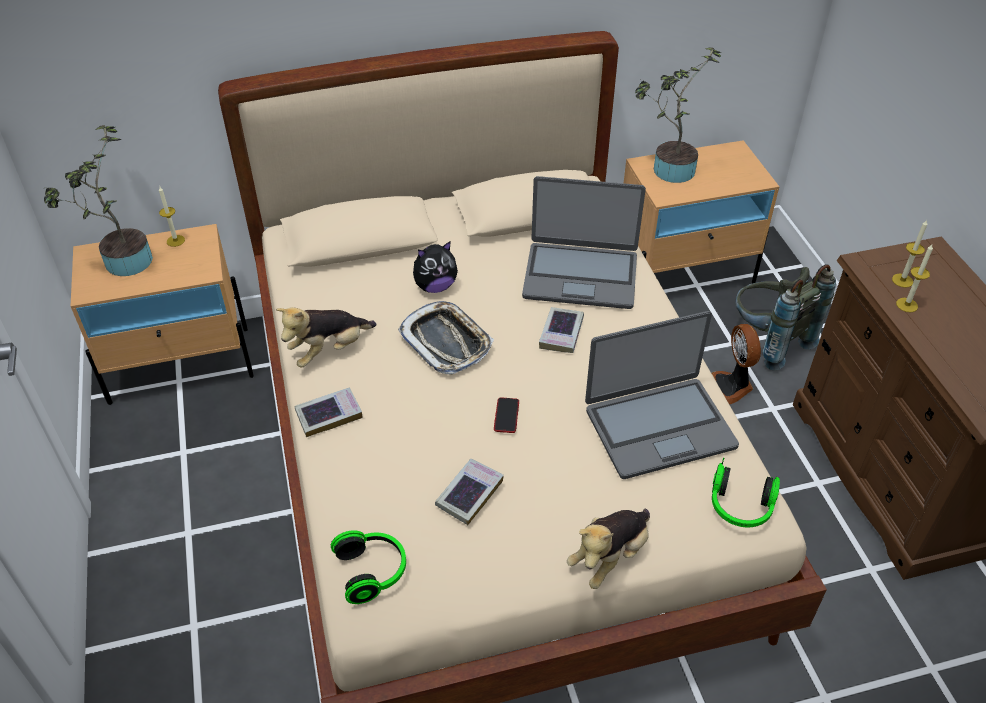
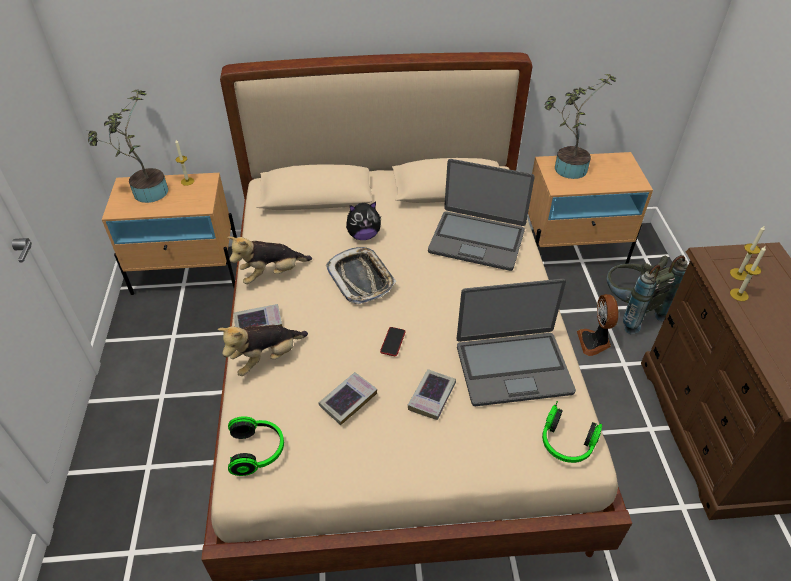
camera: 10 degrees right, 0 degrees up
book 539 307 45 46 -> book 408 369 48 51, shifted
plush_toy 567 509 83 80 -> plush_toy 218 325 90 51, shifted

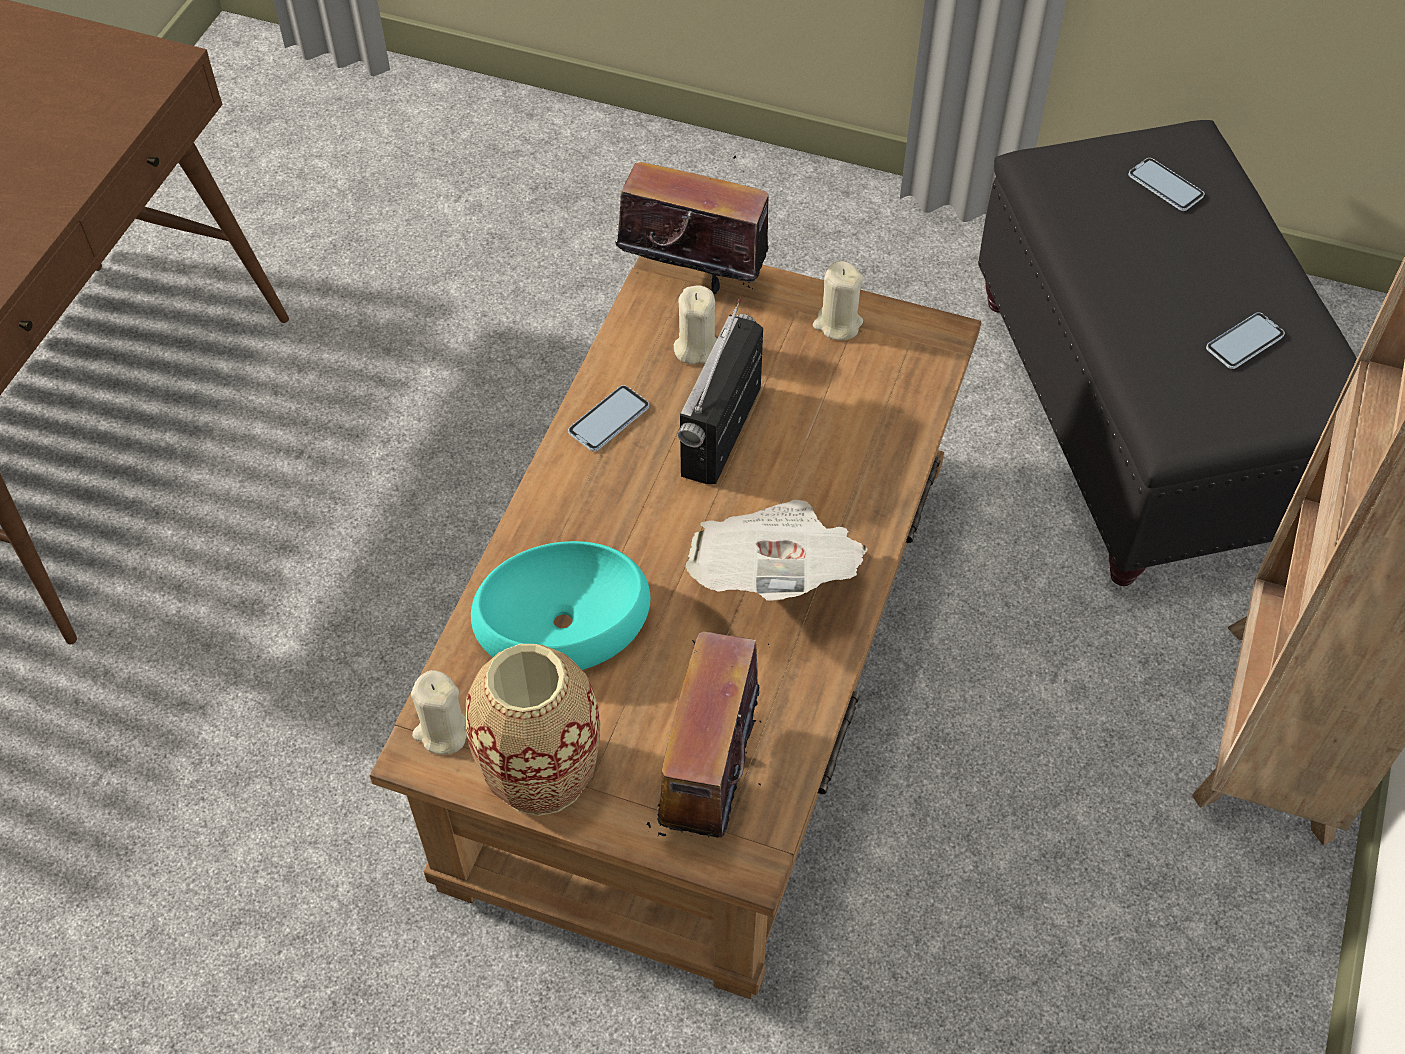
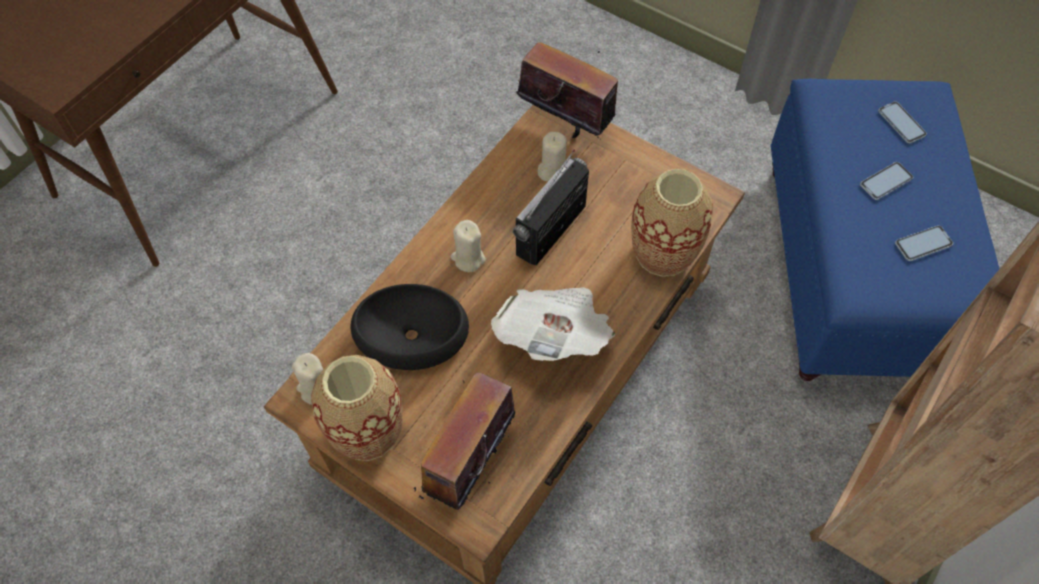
camera: 15 degrees right, 5 degrees up
turquoise_bowl 471 541 179 129 -> black_bowl 350 284 119 86
phone 568 385 81 67 -> phone 860 162 53 38, shifted
beige_candle 813 261 51 79 -> beige_candle 451 220 35 52, shifted
black_ottoman 978 120 379 466 -> blue_ottoman 770 79 229 302
none -> vase 631 169 82 108

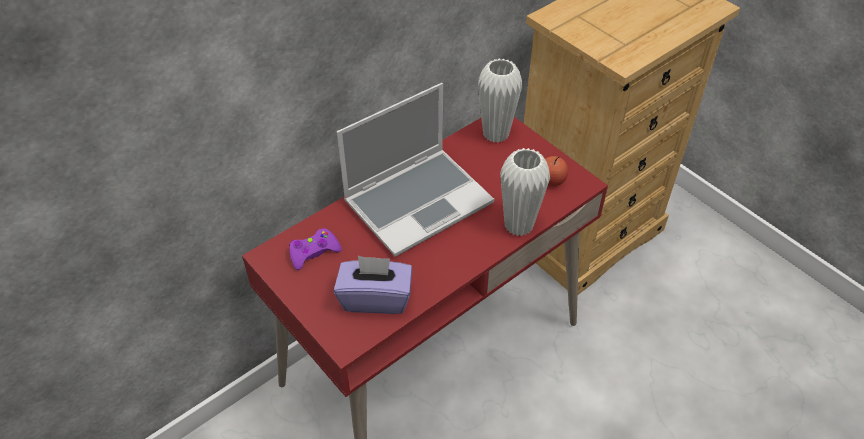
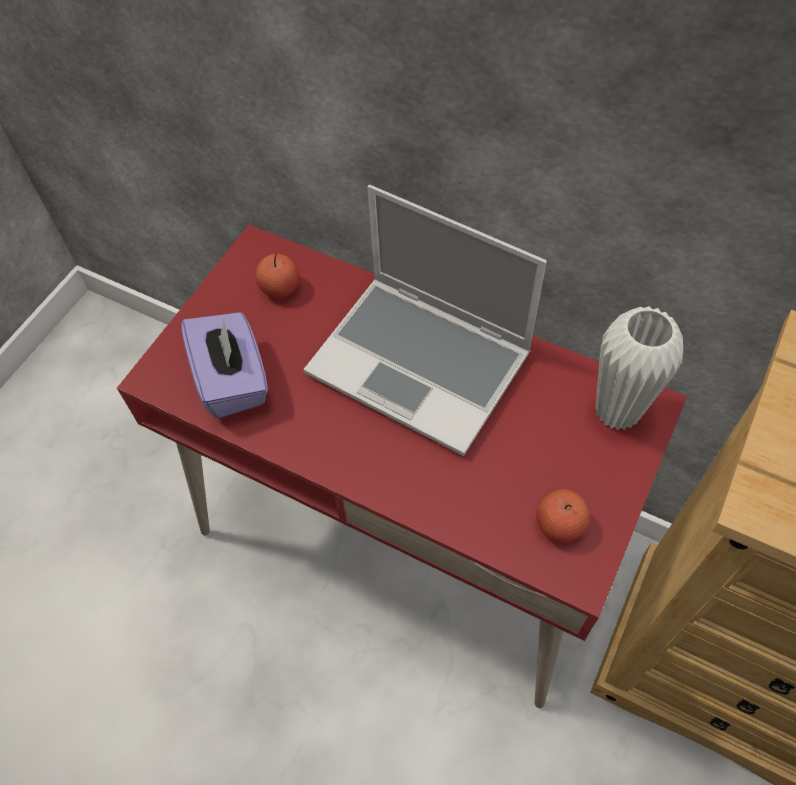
camera: 70 degrees right, 10 degrees up
purple_game_controller 289 228 53 42 -> apple 255 253 45 45
white_vase 500 148 50 88 -> none

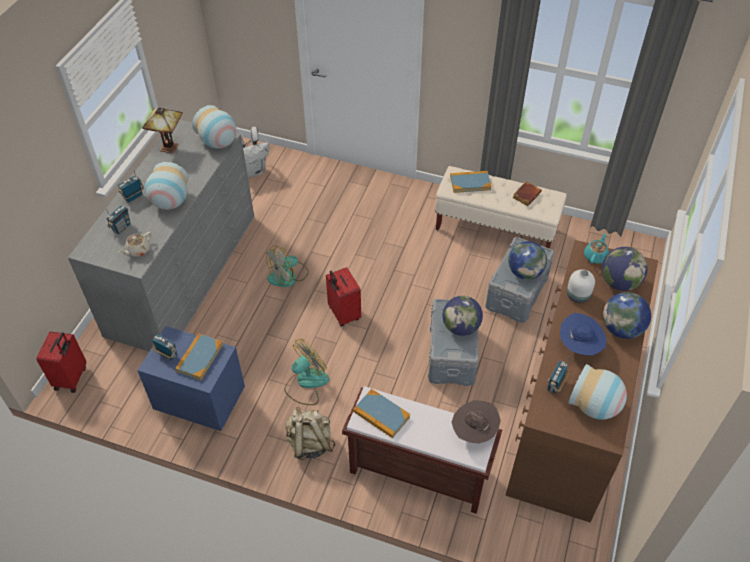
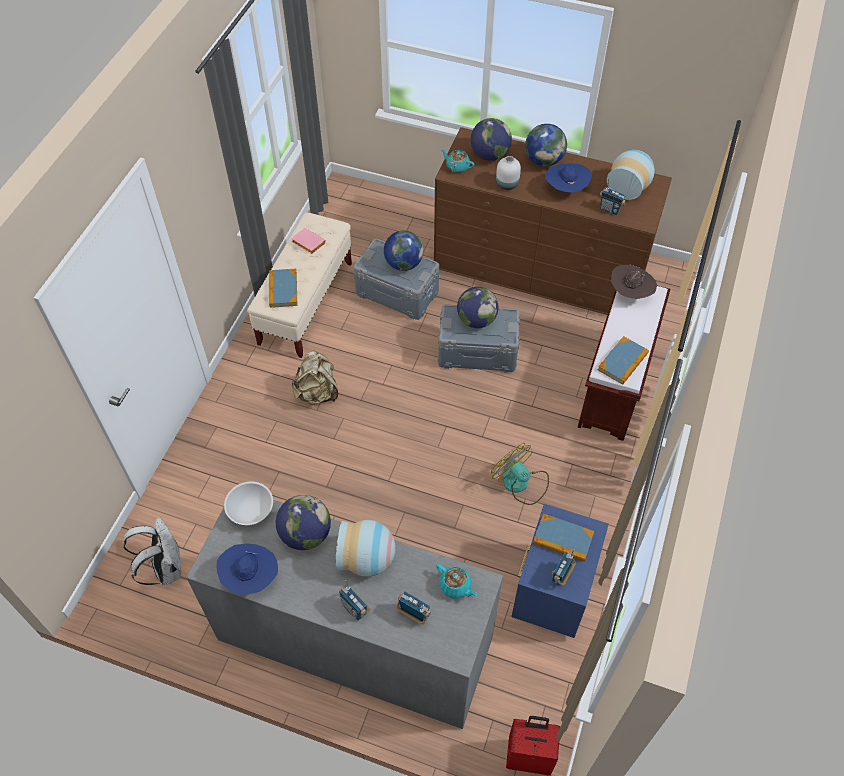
camera: 90 degrees left, 5 degrees up
beige_teapot 118 232 33 25 -> turquoise_teapot 436 564 41 35
table_lamp 142 107 41 46 -> blue_hat 216 543 62 52
vase 192 105 45 44 -> white_bowl 224 482 49 44
fan 266 246 43 41 -> none
beige_backpack 285 407 50 53 -> beige_backpack 292 350 46 55, shifted
red_suitcase 326 267 35 60 -> none
brown_book 512 181 30 25 -> pink_book 291 228 35 26
none -> globe 276 495 55 55

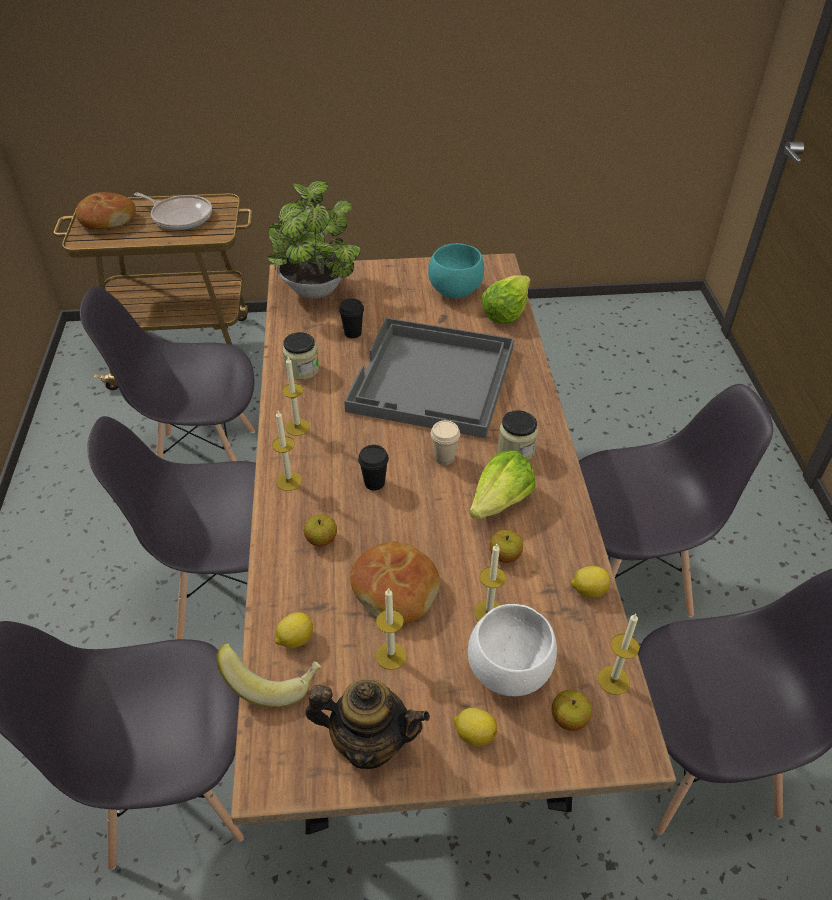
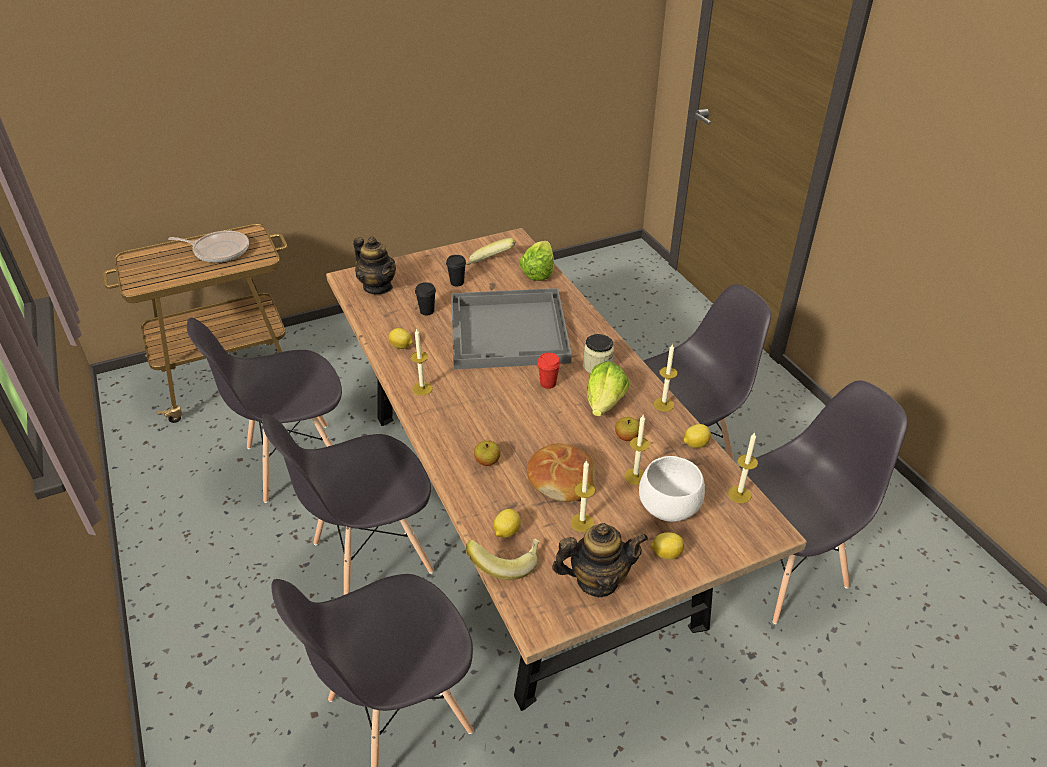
camera: 20 degrees left, 5 degrees down
bread 76 192 60 37 -> none
potted_plant 267 180 94 119 -> teapot 353 237 43 57
candle 272 411 30 80 -> candle 654 344 24 68, shifted
jar 282 332 37 48 -> lemon 388 328 25 21
black_cup 358 445 31 45 -> black_cup 446 255 20 31, shifted
turquoise_bowl 428 243 56 56 -> banana 466 238 50 27
beige_cup 431 420 29 45 -> red_cup 537 353 24 36
apple 552 690 40 41 -> none

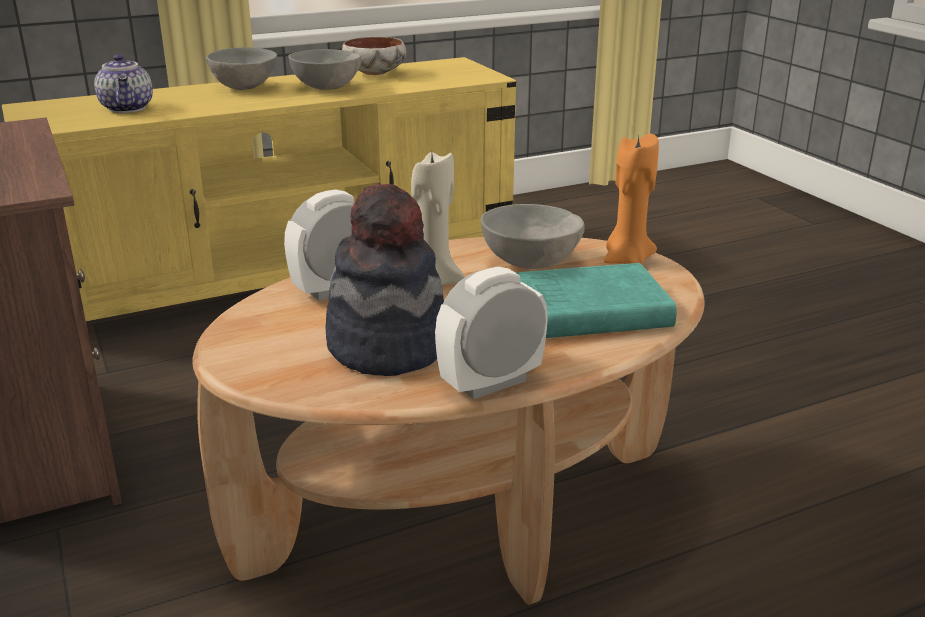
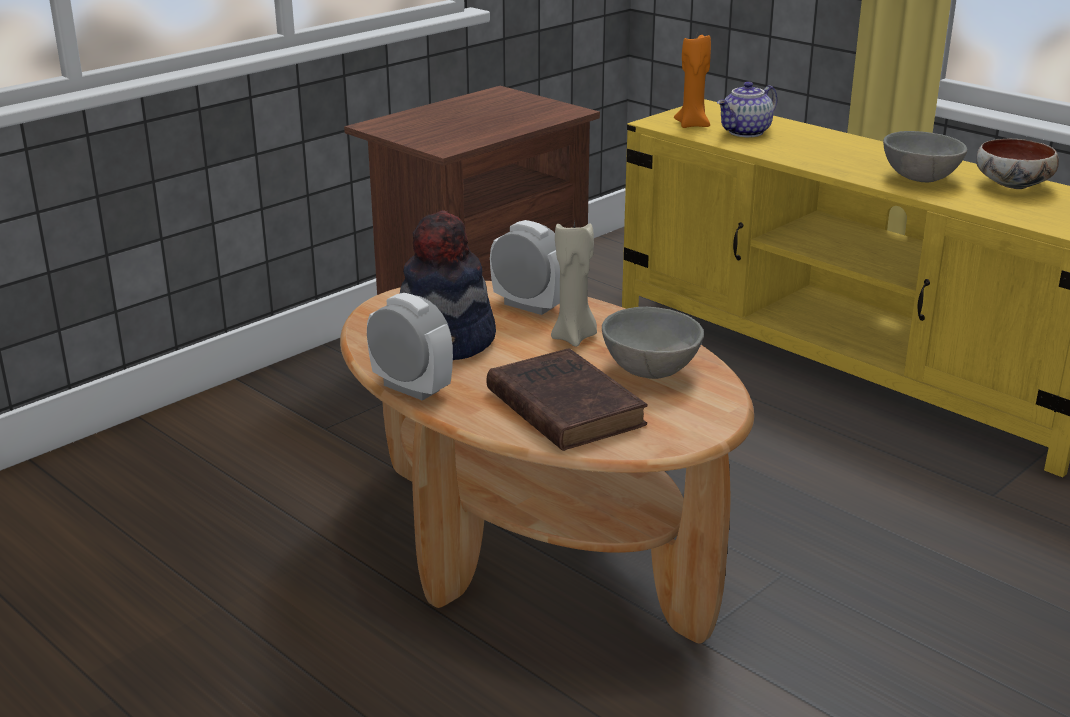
camera: 70 degrees right, 0 degrees up
grey_bowl 206 47 71 43 -> none
turquoise_book 515 263 162 75 -> brown_book 487 348 161 103
orange_candle 604 133 55 132 -> orange_candle 674 35 37 93, shifted

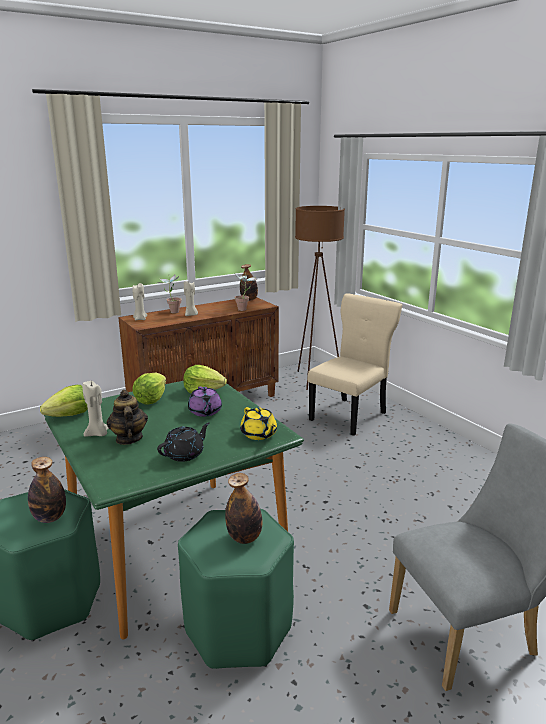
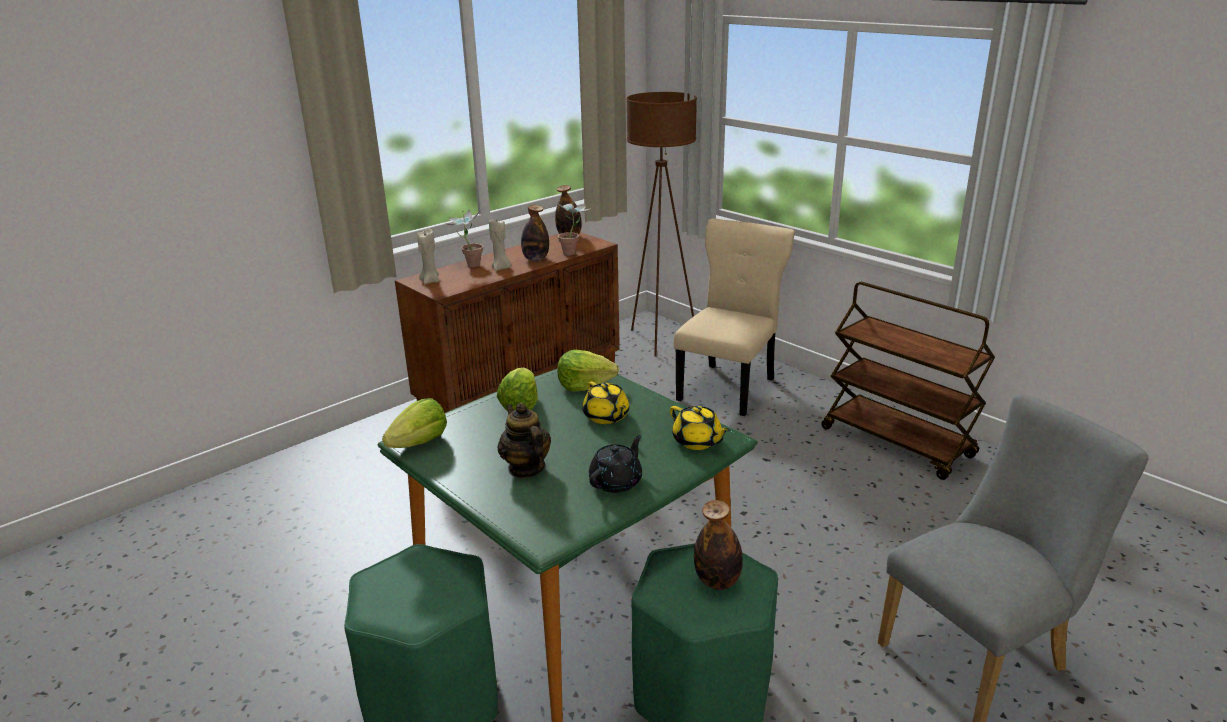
camera: 10 degrees left, 5 degrees up
bottle 28 457 38 66 -> bottle 521 205 28 56, shifted
beige_candle 82 381 27 56 -> none
purple_teapot 188 386 34 31 -> yellow_teapot 583 381 46 43
none -> brown_cart 821 282 174 198

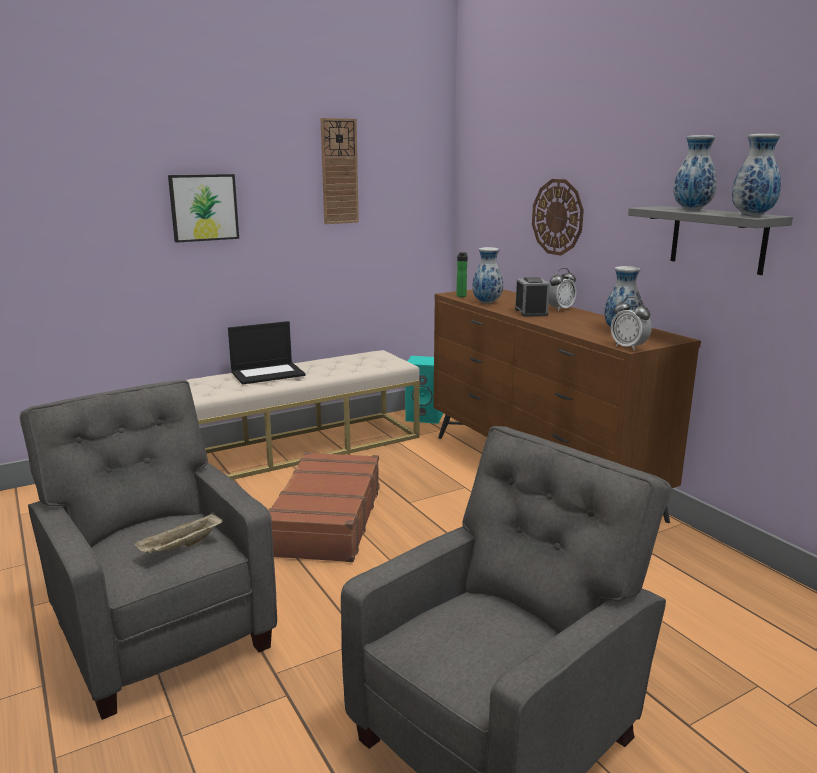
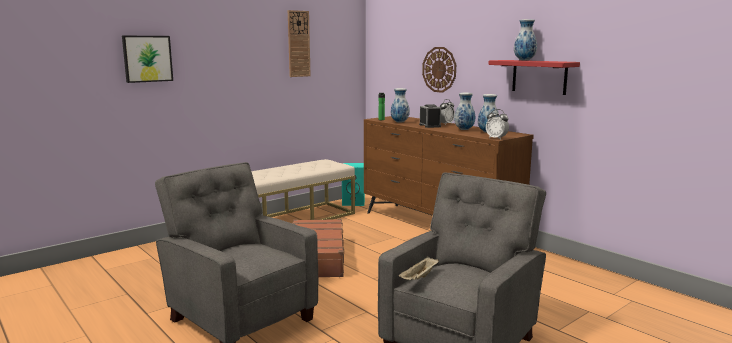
camera: 10 degrees left, 5 degrees down
beige_tray 134 512 89 41 -> beige_tray 398 256 41 24, shifted
picture 168 174 71 69 -> picture 122 36 51 47, shifted
laptop 228 321 78 64 -> none
grey_shelf 628 206 165 69 -> red_shelf 488 60 92 35
vase 732 134 49 82 -> vase 454 93 21 37, shifted

